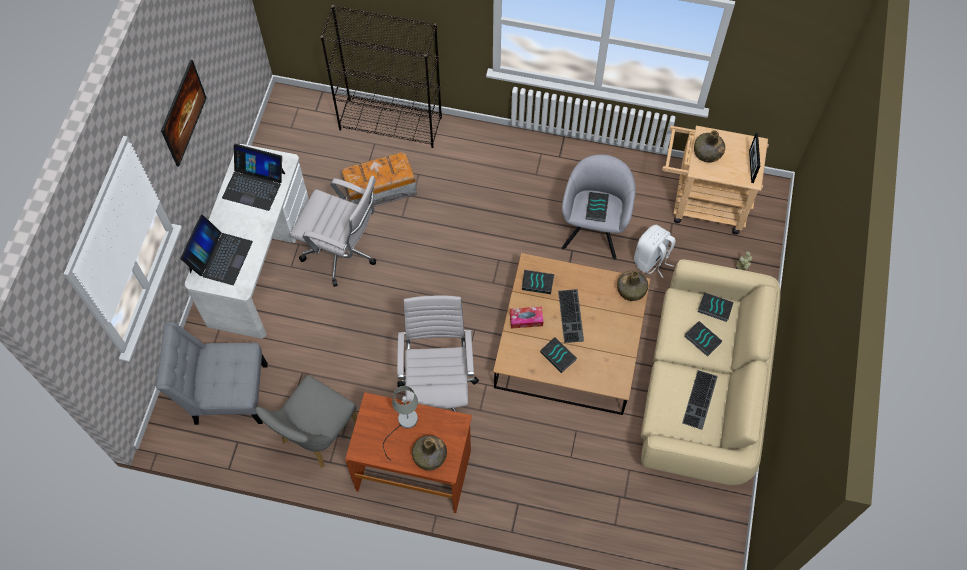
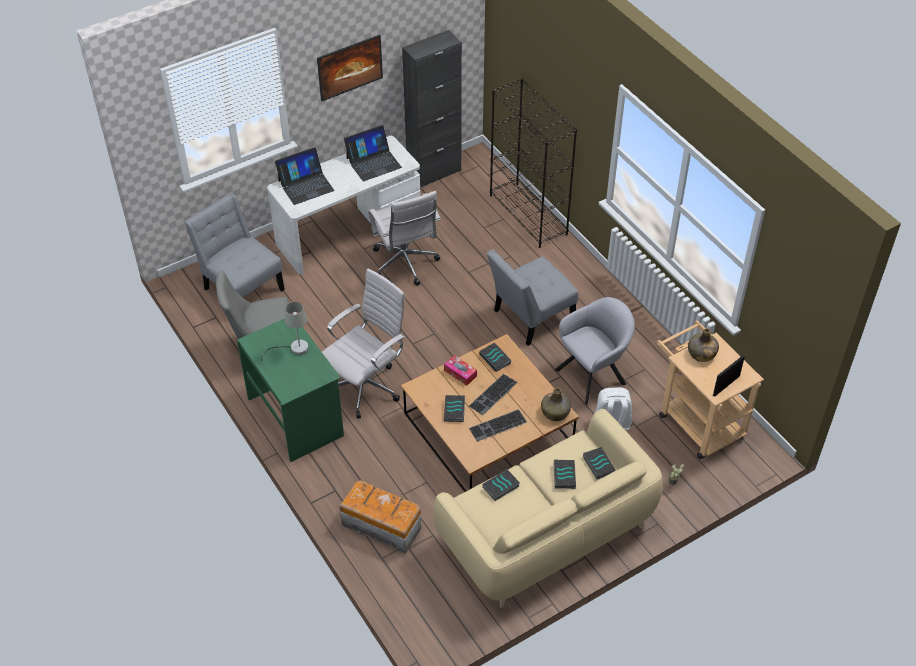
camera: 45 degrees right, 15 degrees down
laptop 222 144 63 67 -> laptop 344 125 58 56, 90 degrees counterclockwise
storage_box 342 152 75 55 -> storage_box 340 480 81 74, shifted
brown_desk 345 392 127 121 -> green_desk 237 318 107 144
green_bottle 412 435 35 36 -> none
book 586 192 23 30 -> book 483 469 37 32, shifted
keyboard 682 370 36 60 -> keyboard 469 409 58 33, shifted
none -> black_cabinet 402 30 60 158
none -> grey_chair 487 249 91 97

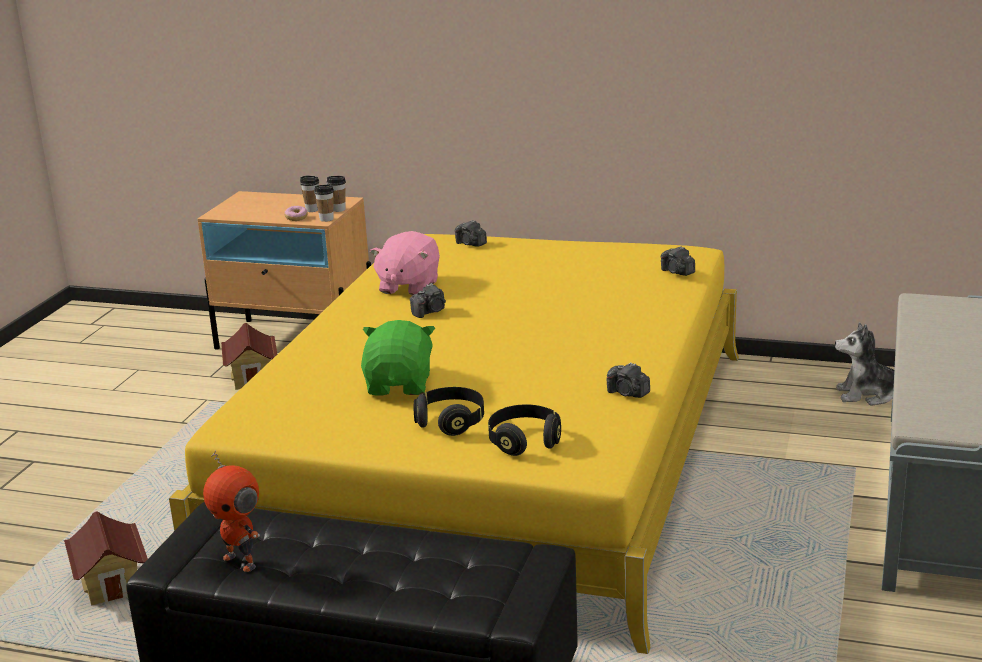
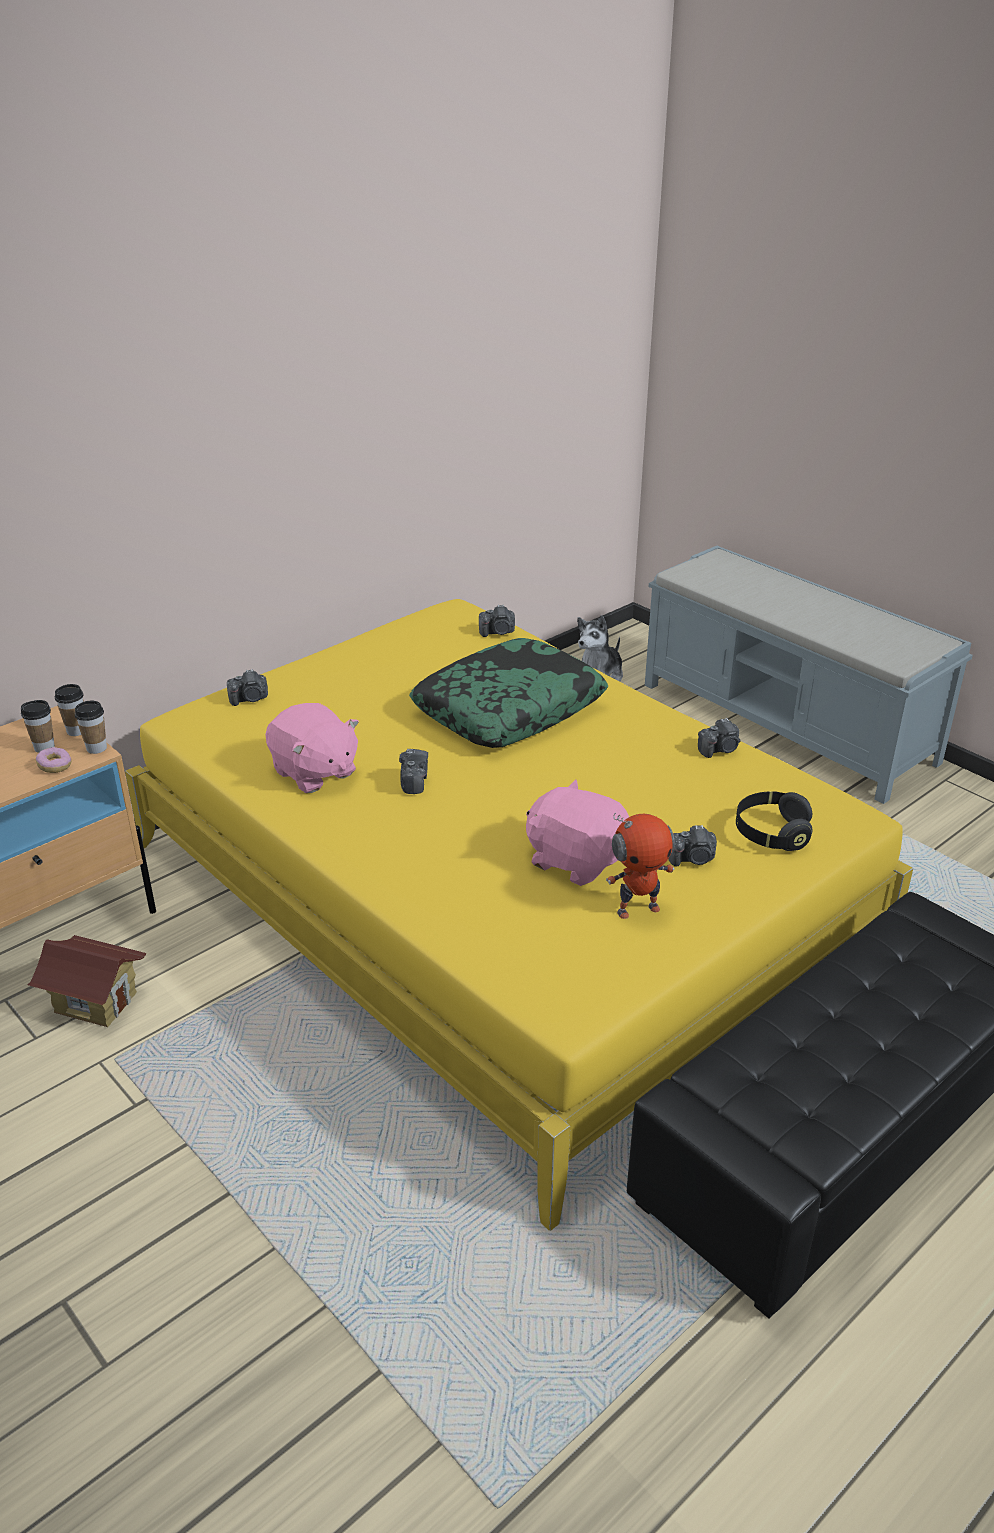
camera: 60 degrees left, 10 degrees up
toy_house 64 512 84 94 -> none
toy_robot 203 450 57 122 -> toy_robot 606 812 69 107, shifted
green_plush_toy 361 320 74 75 -> pink_plush_toy 526 780 103 106
black_headphones 414 387 70 49 -> photo_camera 668 825 49 42
none -> pillow 409 638 199 110

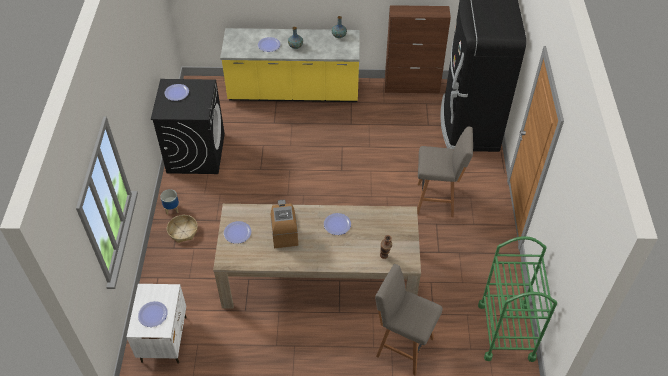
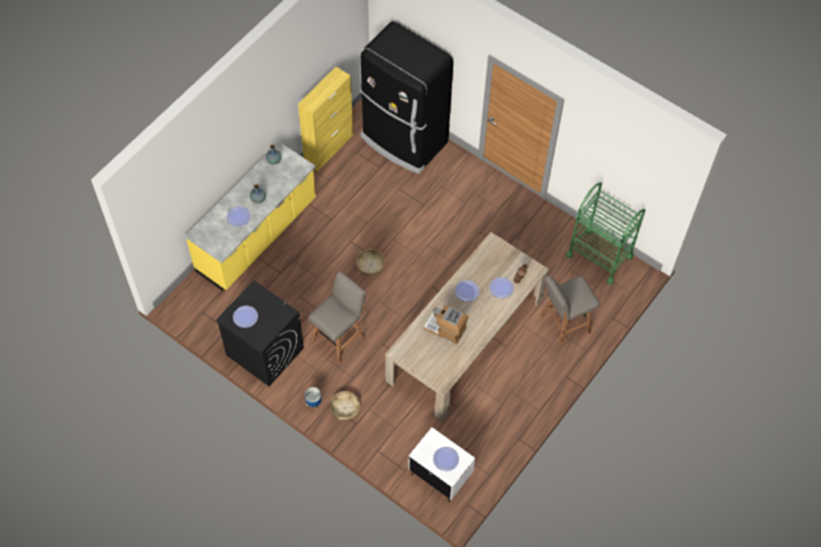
camera: 55 degrees left, 10 degrees up
plate 224 221 27 23 -> plate 490 277 24 22, shifted
brown_cabinet 385 5 66 88 -> yellow_cabinet 298 67 55 105
grey_stool 417 127 56 90 -> grey_stool 309 271 57 93, shifted
none -> basket 356 249 28 27

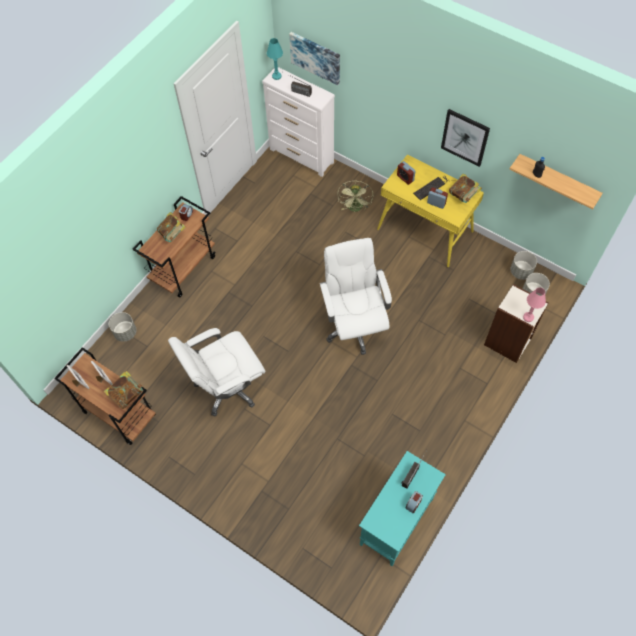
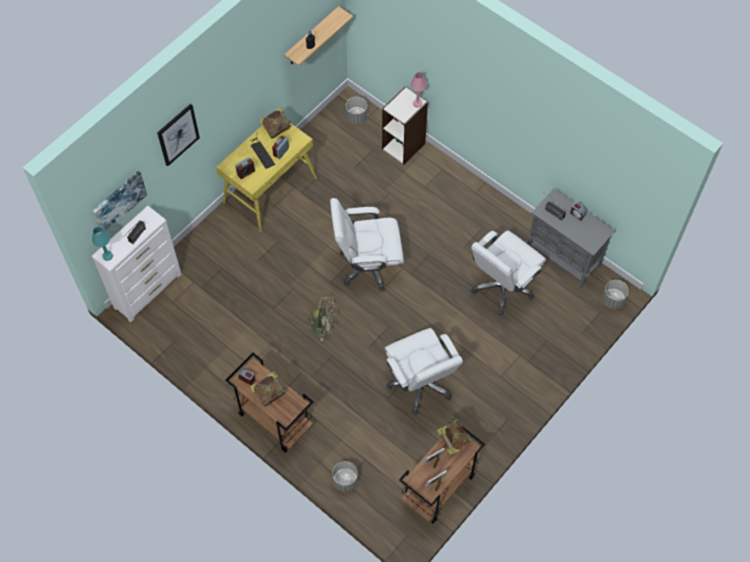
camera: 85 degrees left, 0 degrees up
green_fan 337 181 36 31 -> green_fan 306 296 30 45, shifted
turquoise_cabinet 359 451 87 115 -> grey_cabinet 527 189 89 99
picture 441 109 49 58 -> picture 157 104 43 62, shifted
grey_planter 510 251 27 29 -> grey_planter 602 280 27 29, shifted
none -> white_office_chair 471 231 75 84

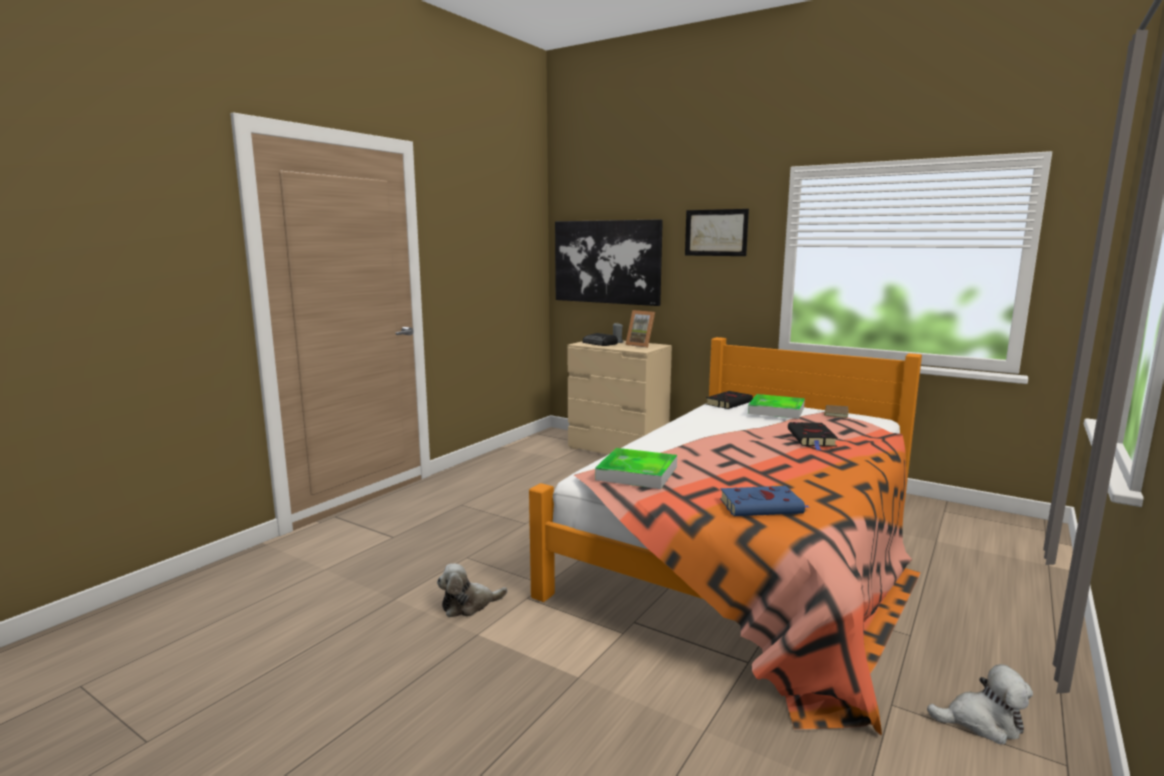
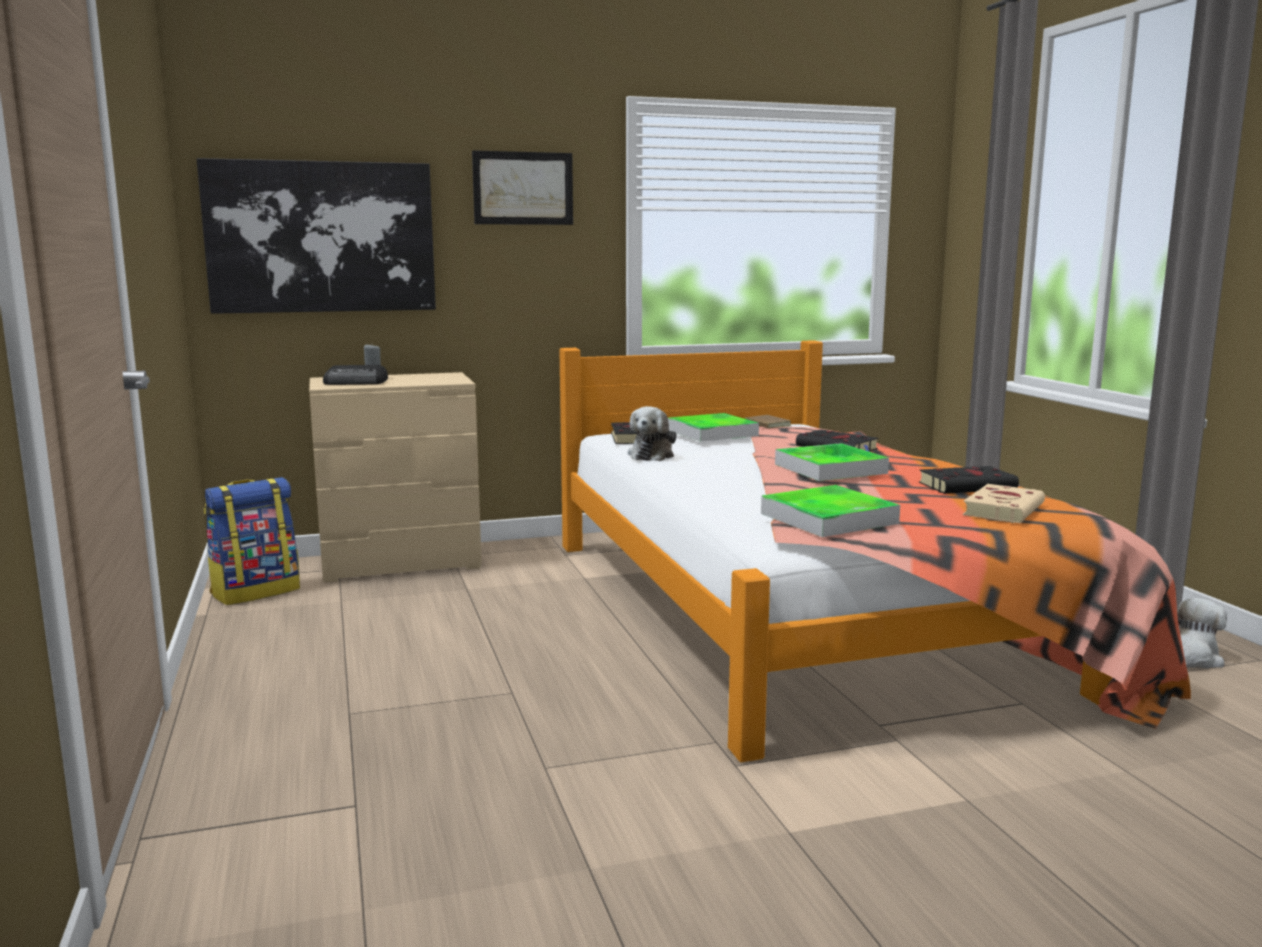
camera: 50 degrees left, 0 degrees up
plush_toy 437 563 71 54 -> plush_toy 627 406 50 55, shifted
picture_frame 625 310 30 38 -> none
blue_book 720 486 91 30 -> beige_book 963 484 82 39
none -> backpack 204 477 96 128
none -> tray 775 443 114 38
none -> black_book 919 466 103 28

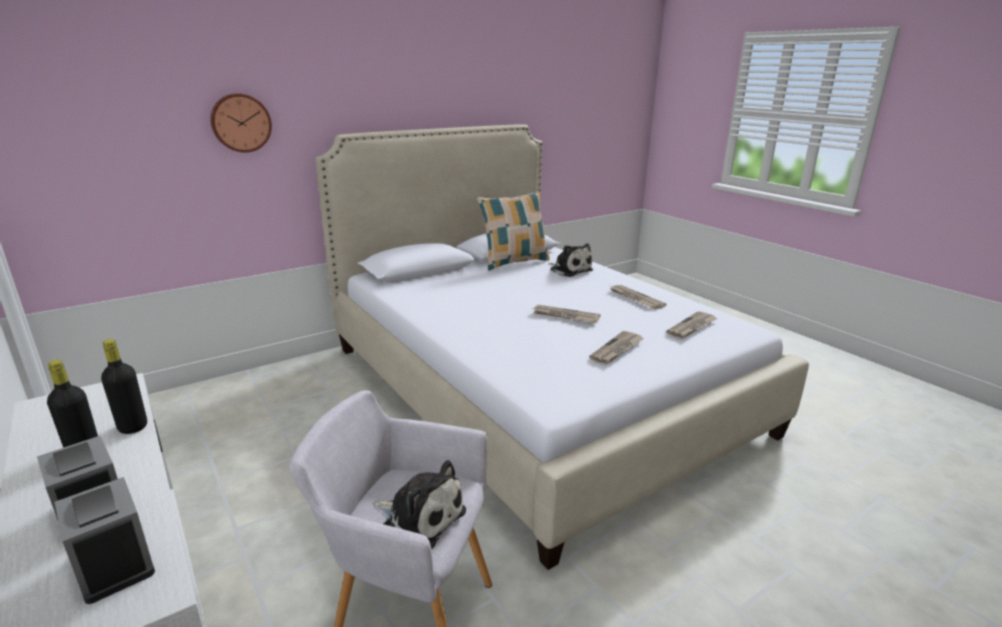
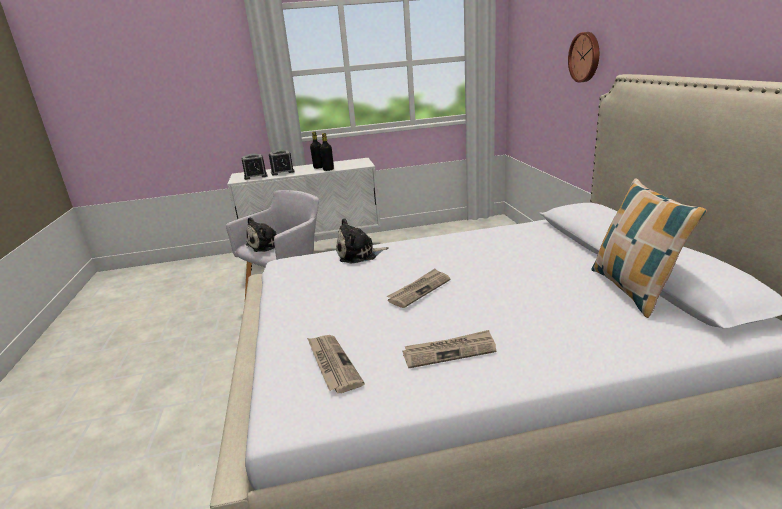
camera: 115 degrees right, 0 degrees up
plush_toy 548 243 45 34 -> plush_toy 336 218 53 46, shifted
newspaper 589 331 55 33 -> none

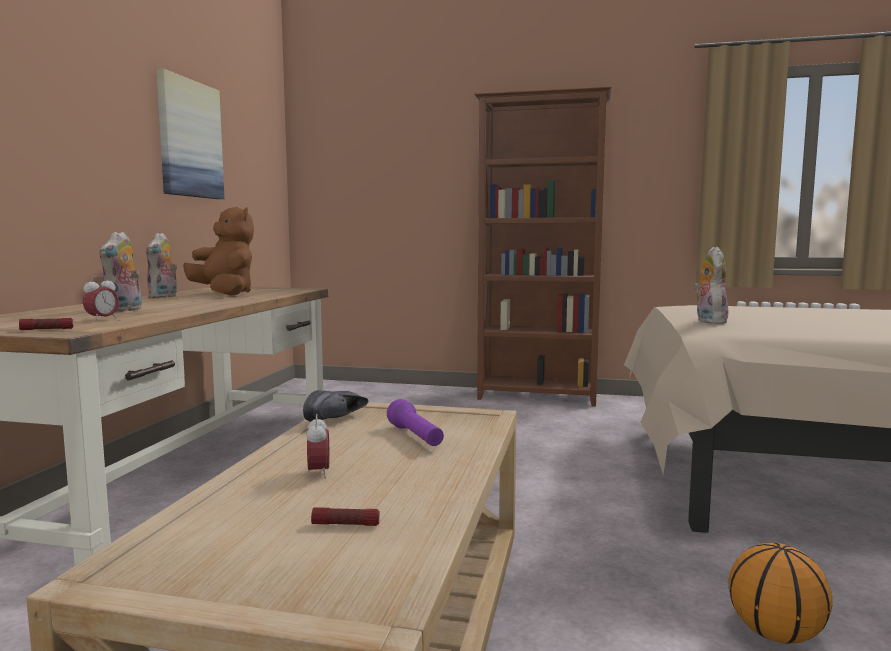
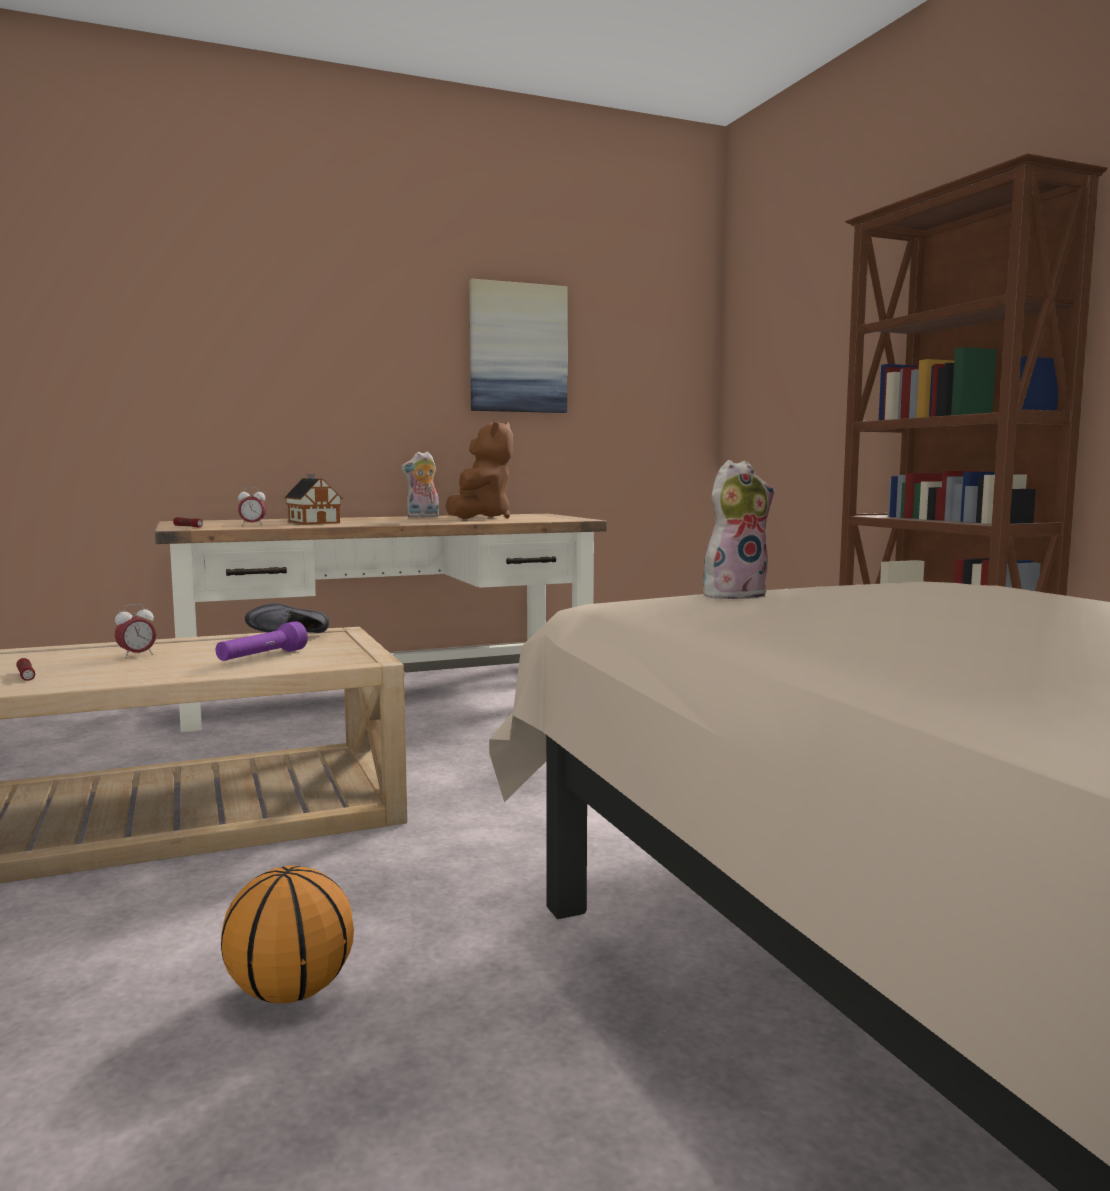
camera: 55 degrees right, 0 degrees up
plush_toy 99 231 43 81 -> toy_house 284 474 59 50

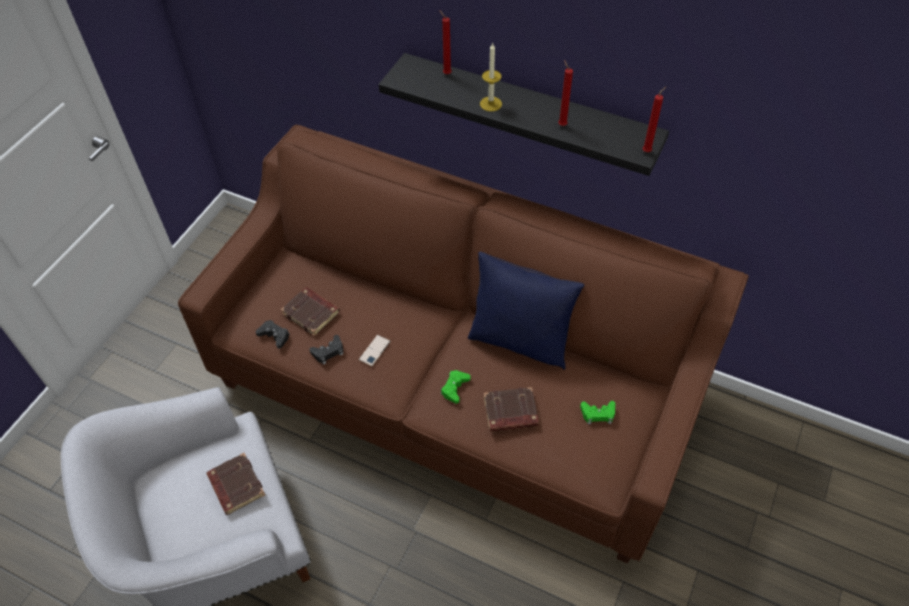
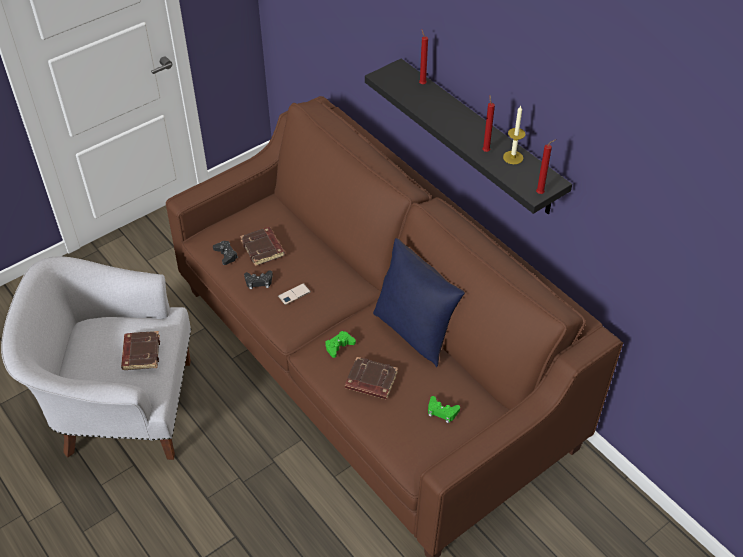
camera: 25 degrees right, 5 degrees down
candle 480 43 22 69 -> candle 503 106 22 58, shifted

